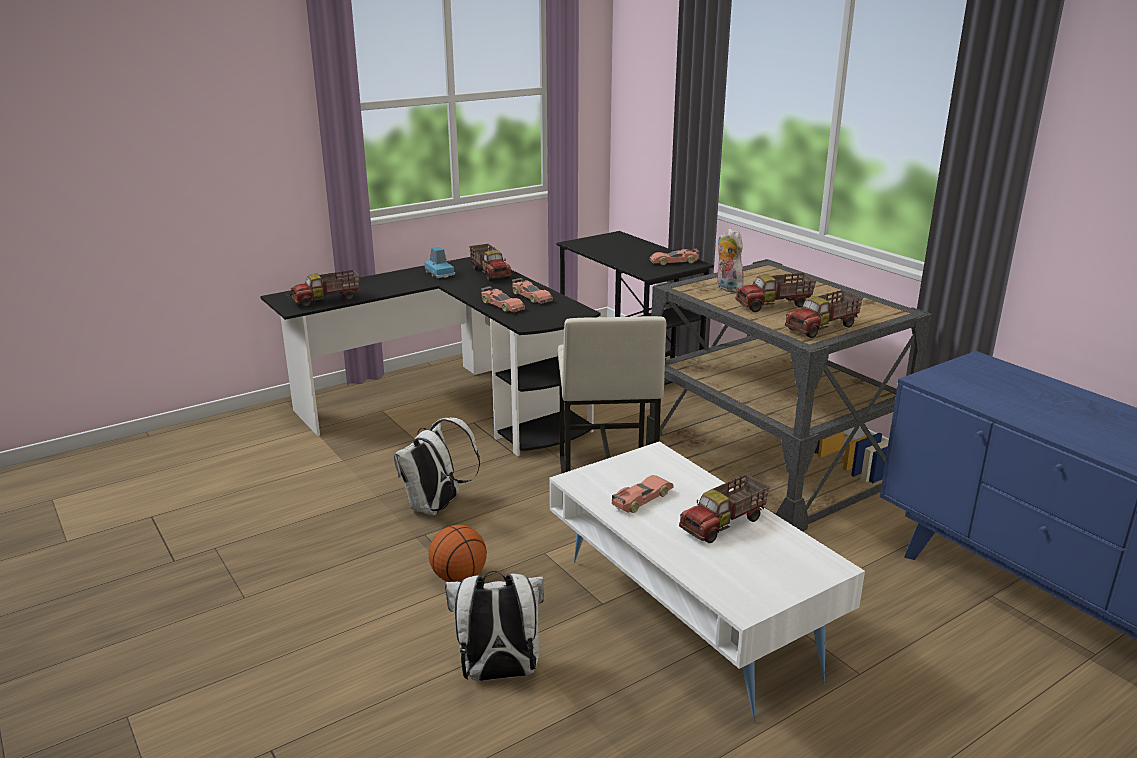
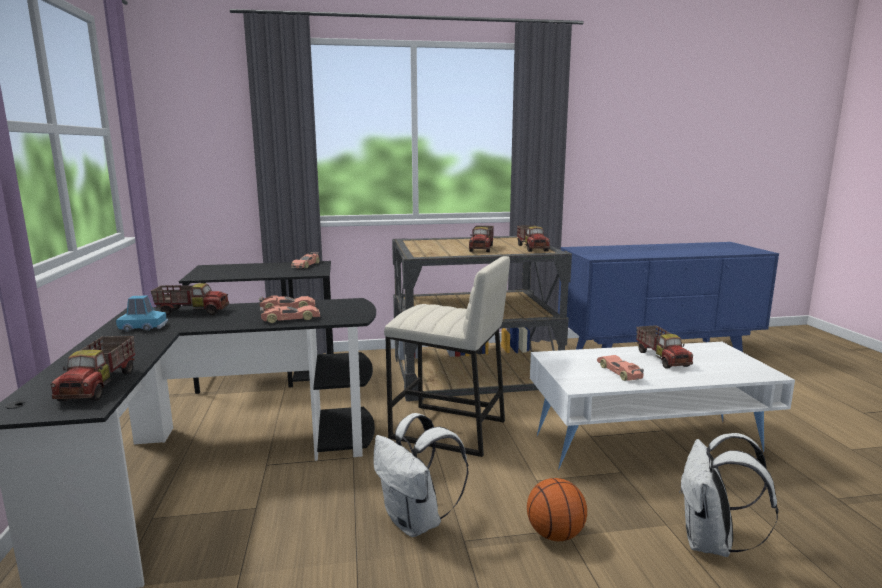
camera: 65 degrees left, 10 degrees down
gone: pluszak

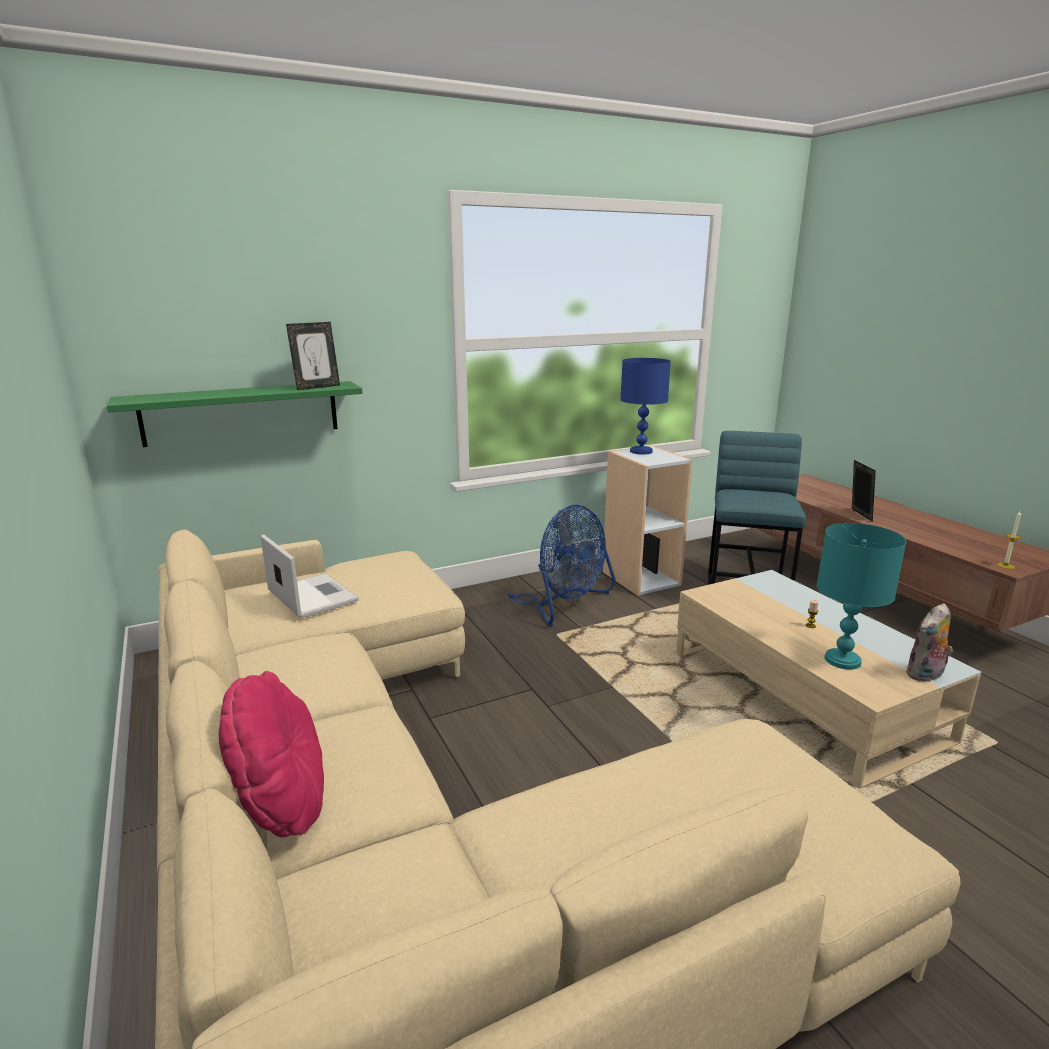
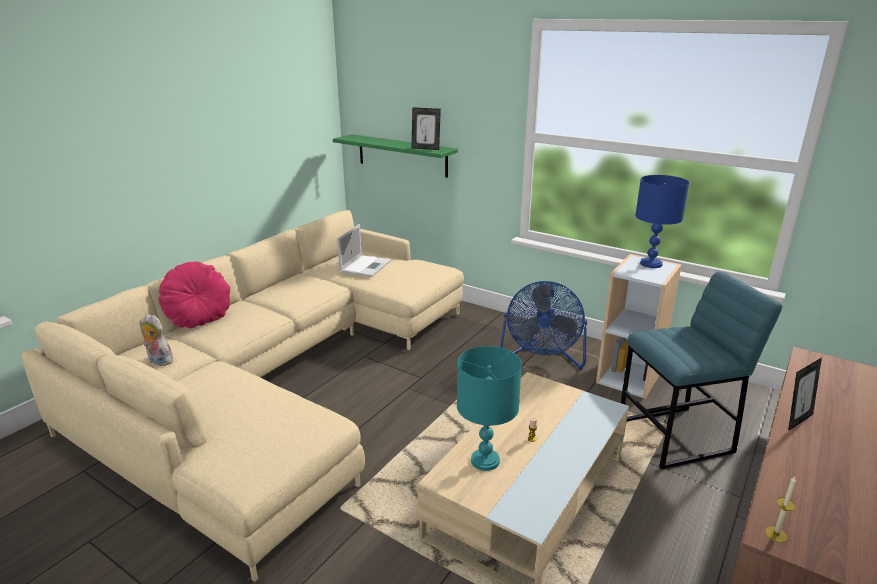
camera: 60 degrees right, 5 degrees up
shifted: pluszak

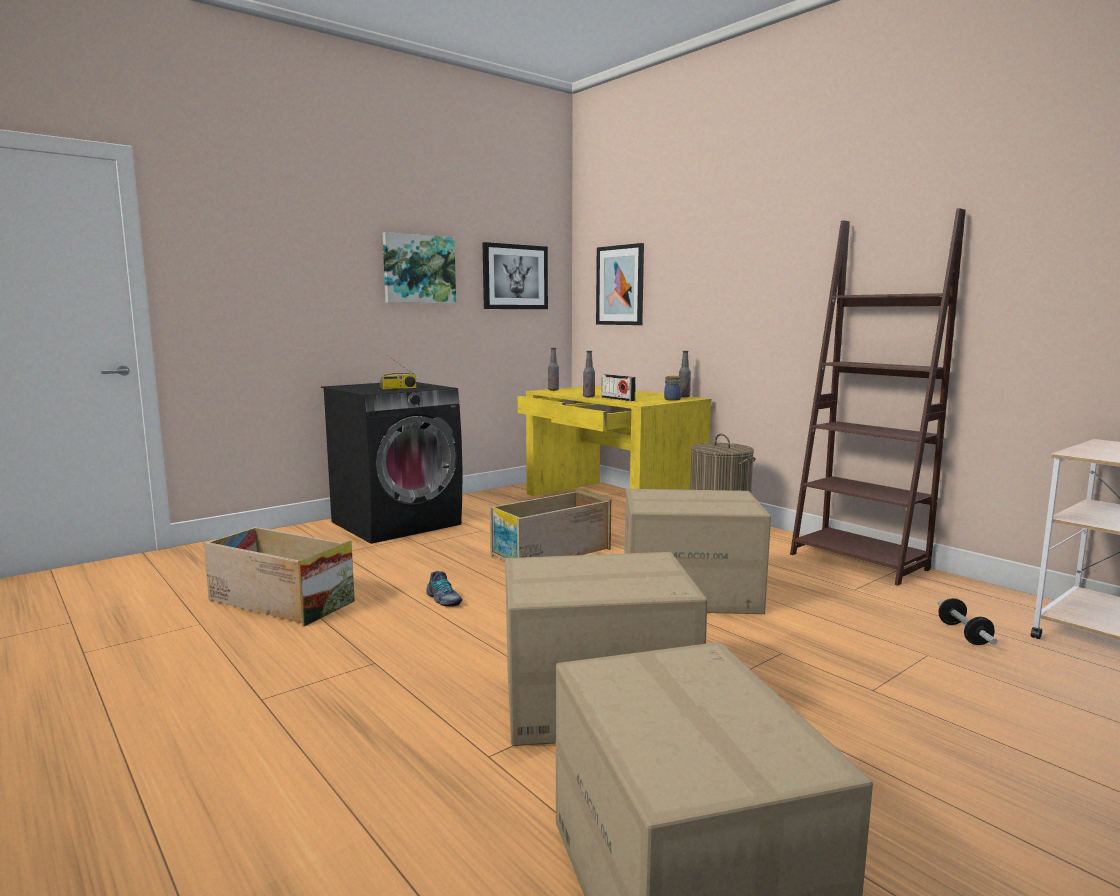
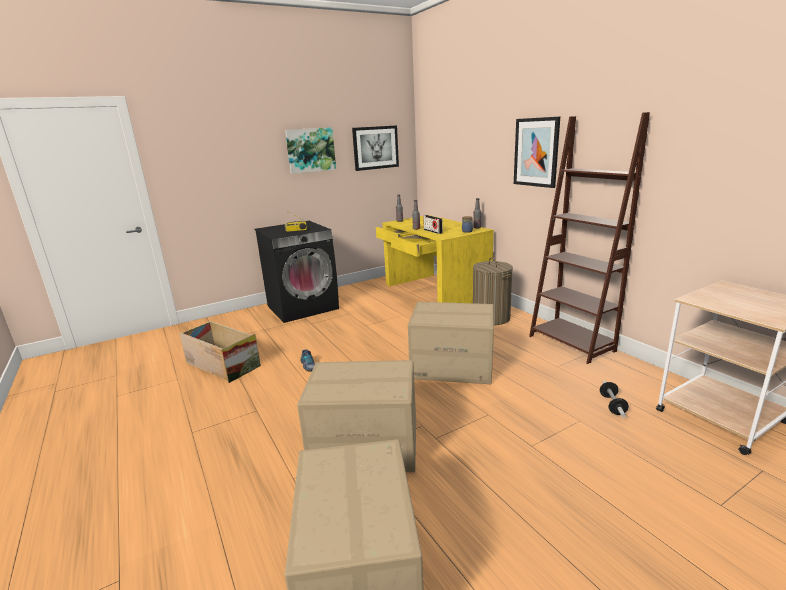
camera: 10 degrees right, 10 degrees up
gone: skrzynka (no. 2 from left)
shifted: obraz (no. 3 from left)

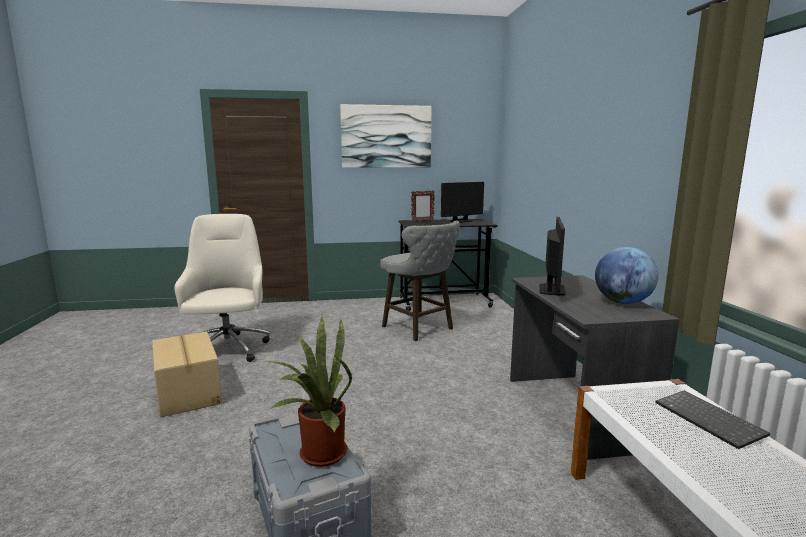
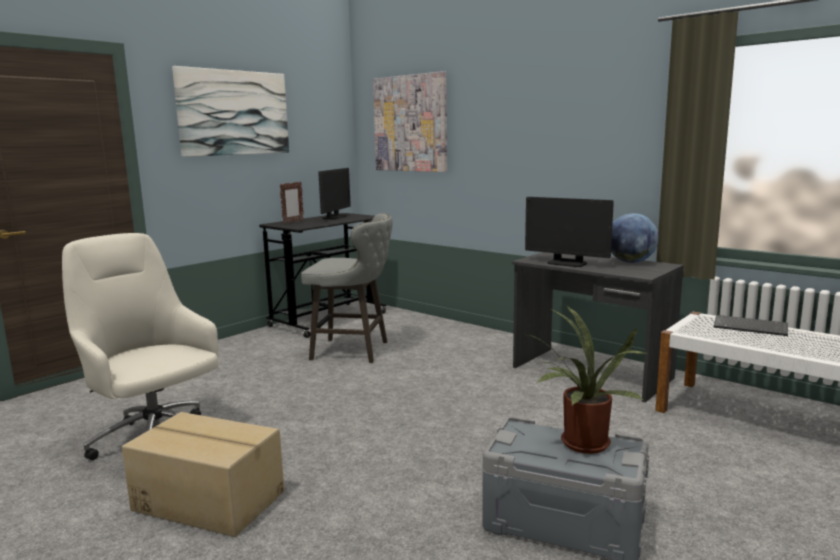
camera: 40 degrees left, 0 degrees up
new: obraz (no. 2 from left)
rotated: monitor (no. 2 from left) 150 degrees clockwise

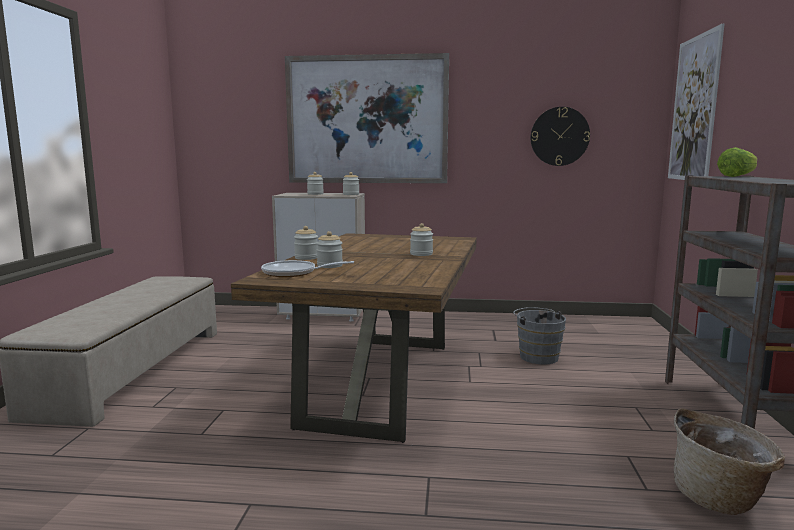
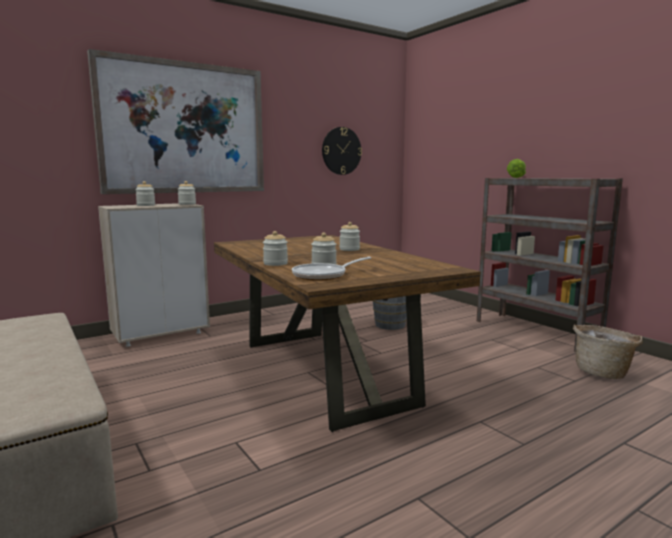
camera: 40 degrees left, 0 degrees up
gone: obraz (no. 2 from left)

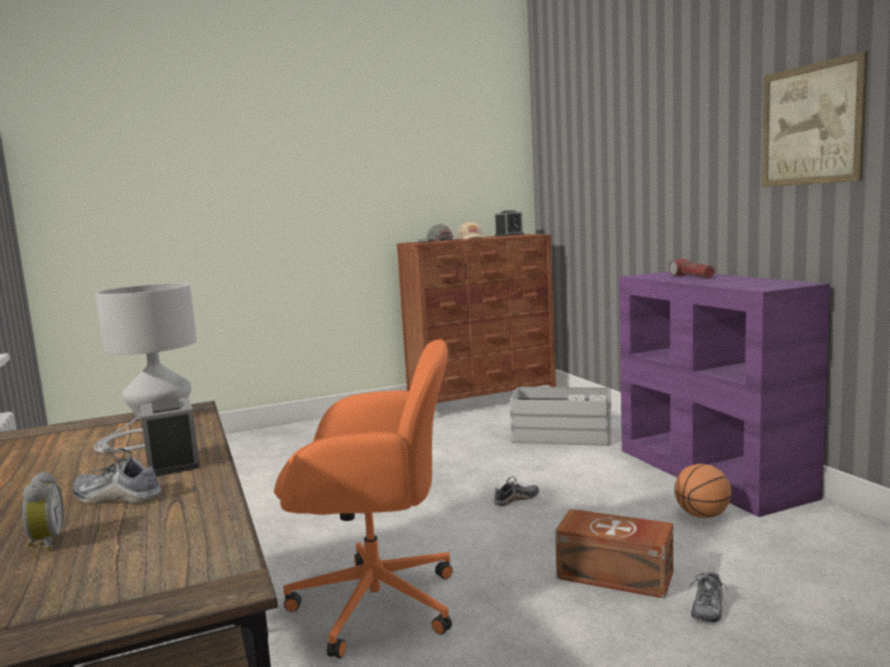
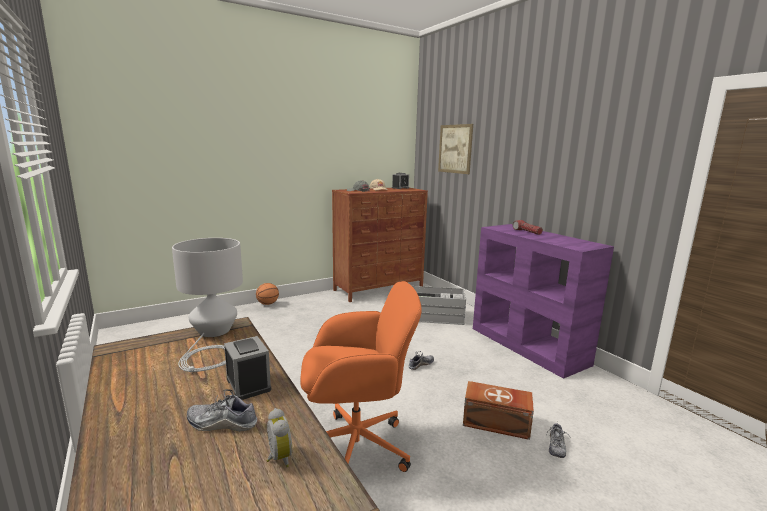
camera: 10 degrees left, 5 degrees up
shifted: budzik (no. 1 from left in the first image) to budzik (no. 2 from left); piłka do koszykówki; obraz

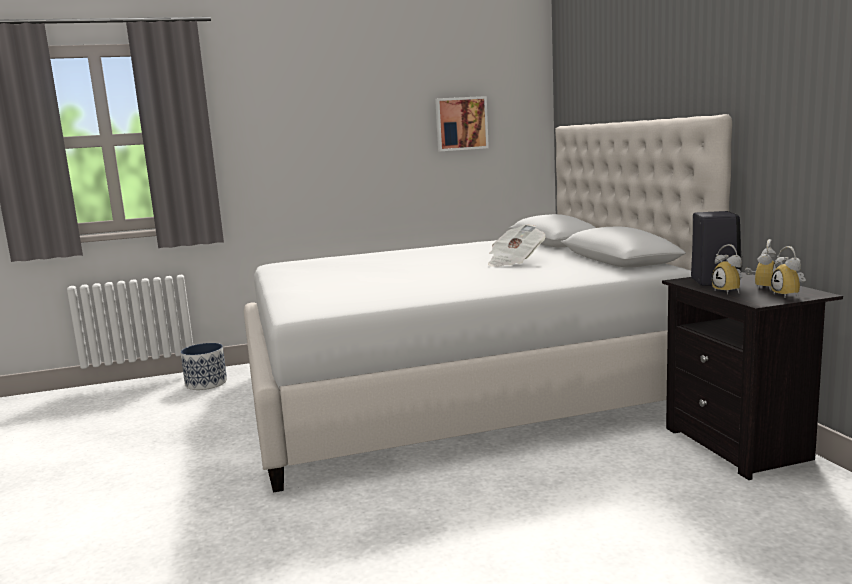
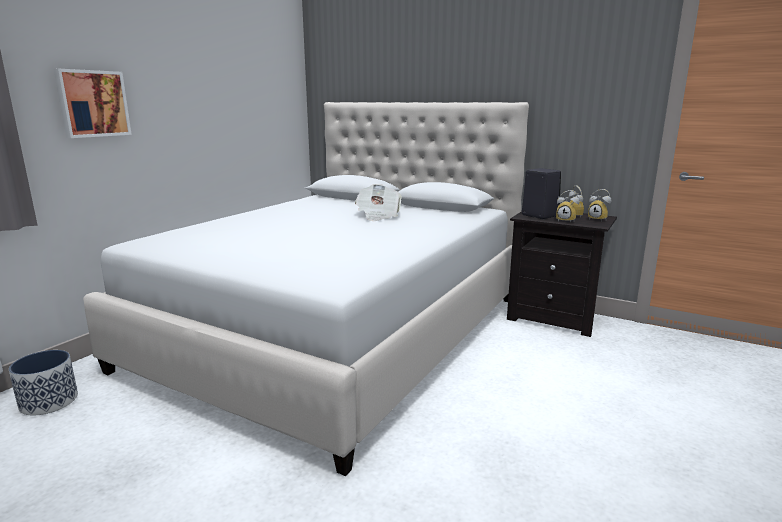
camera: 45 degrees left, 5 degrees up
shifted: obraz

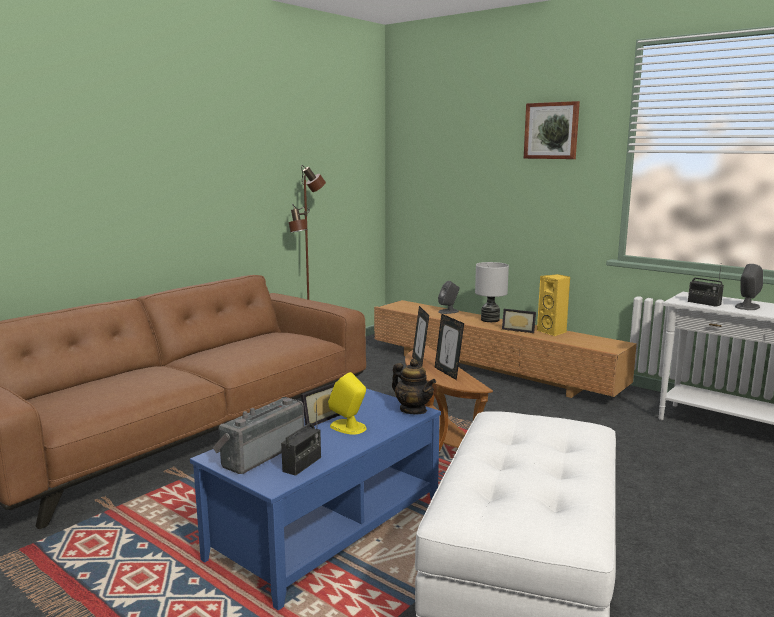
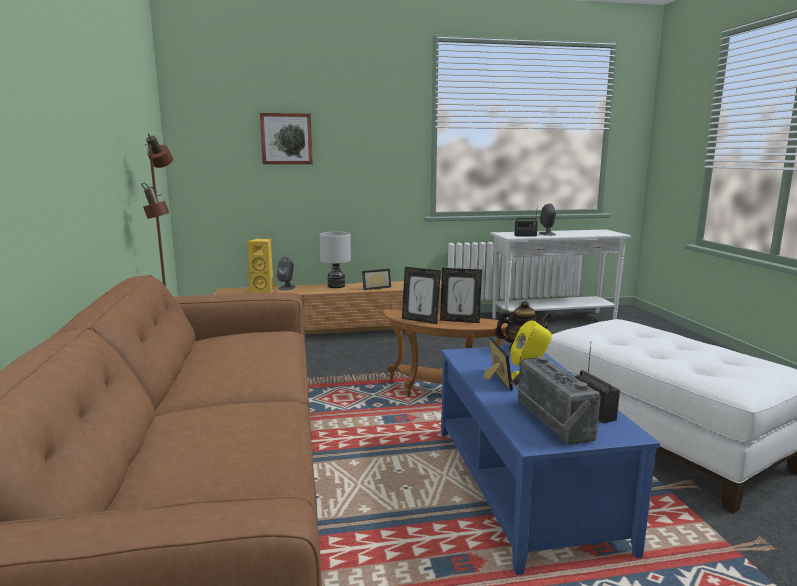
camera: 50 degrees left, 0 degrees up
shifted: obraz; głośnik (żółty) (no. 2 from left in the first image) to głośnik (żółty) (no. 1 from left)

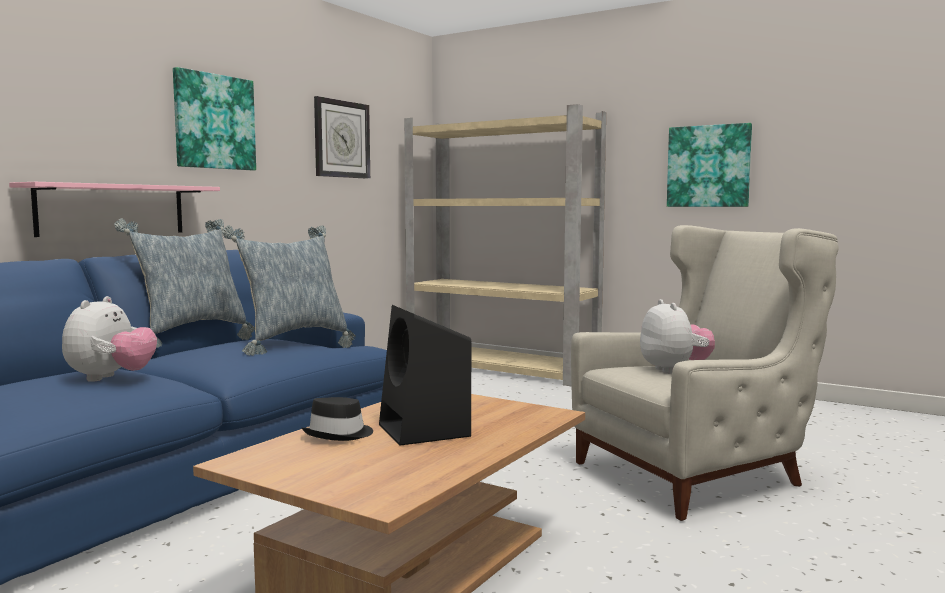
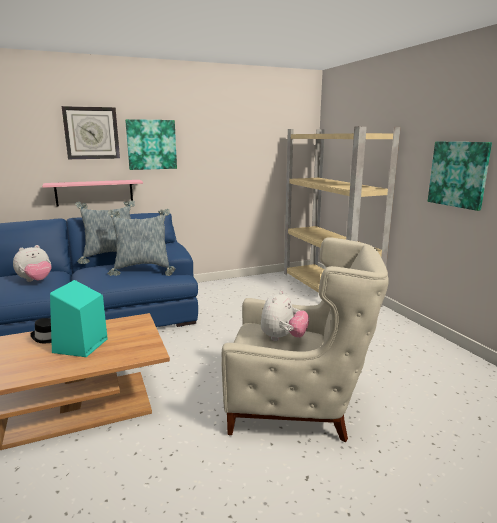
camera: 35 degrees right, 10 degrees up
shifted: zegar ścienny
repainted: głośnik (czarny) to głośnik (turkusowy)

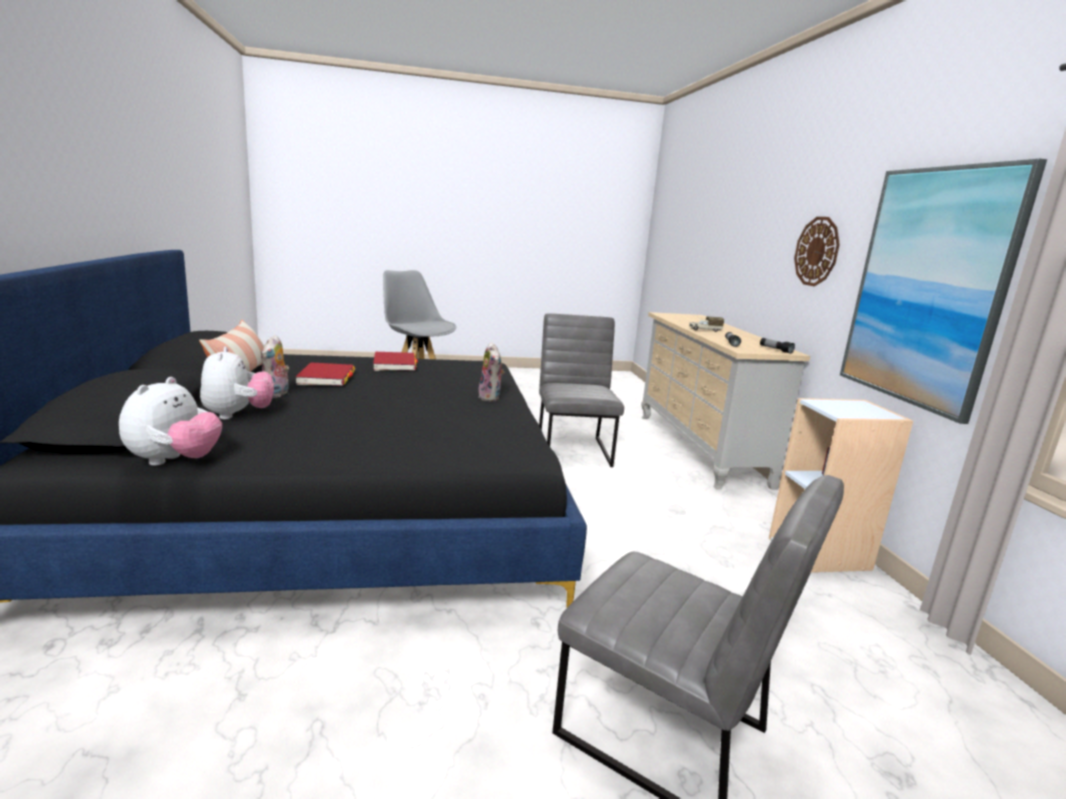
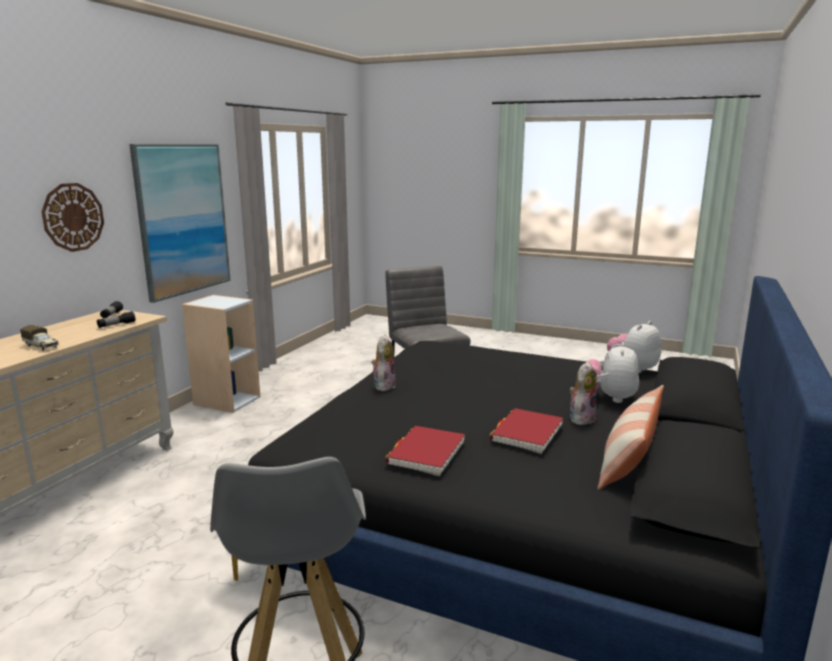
camera: 145 degrees left, 0 degrees up
gone: krzesło (szary) (no. 1 from left)

